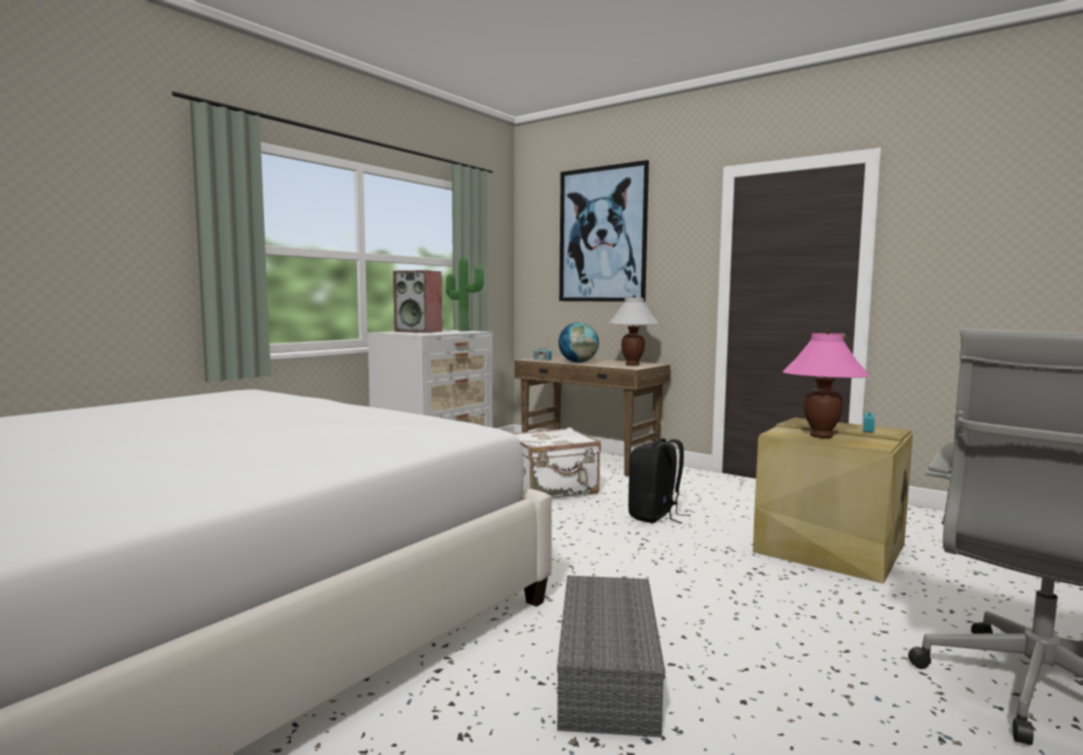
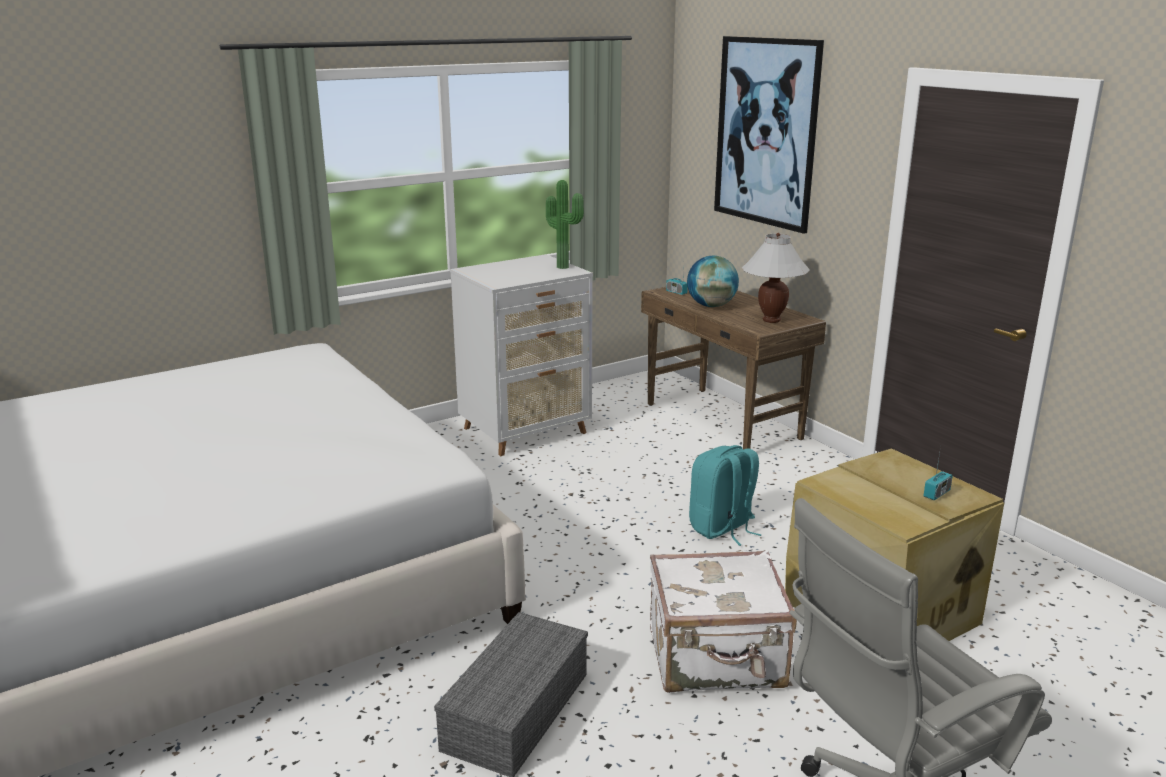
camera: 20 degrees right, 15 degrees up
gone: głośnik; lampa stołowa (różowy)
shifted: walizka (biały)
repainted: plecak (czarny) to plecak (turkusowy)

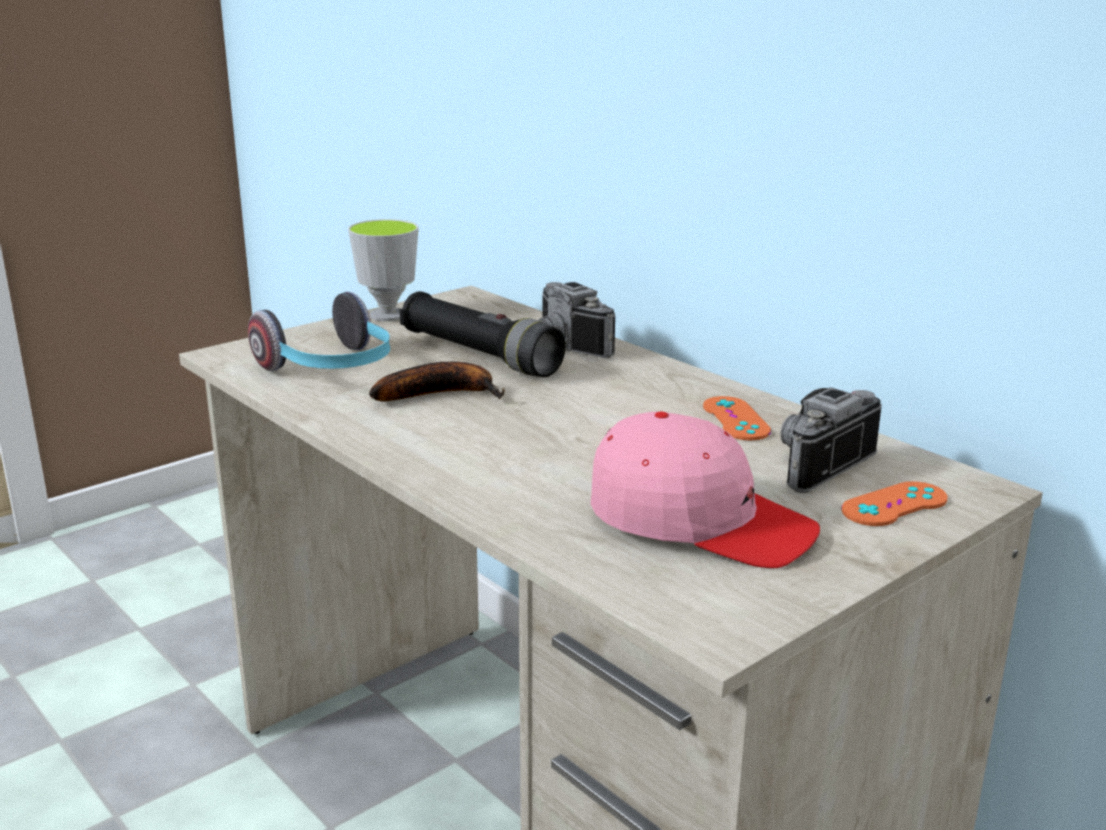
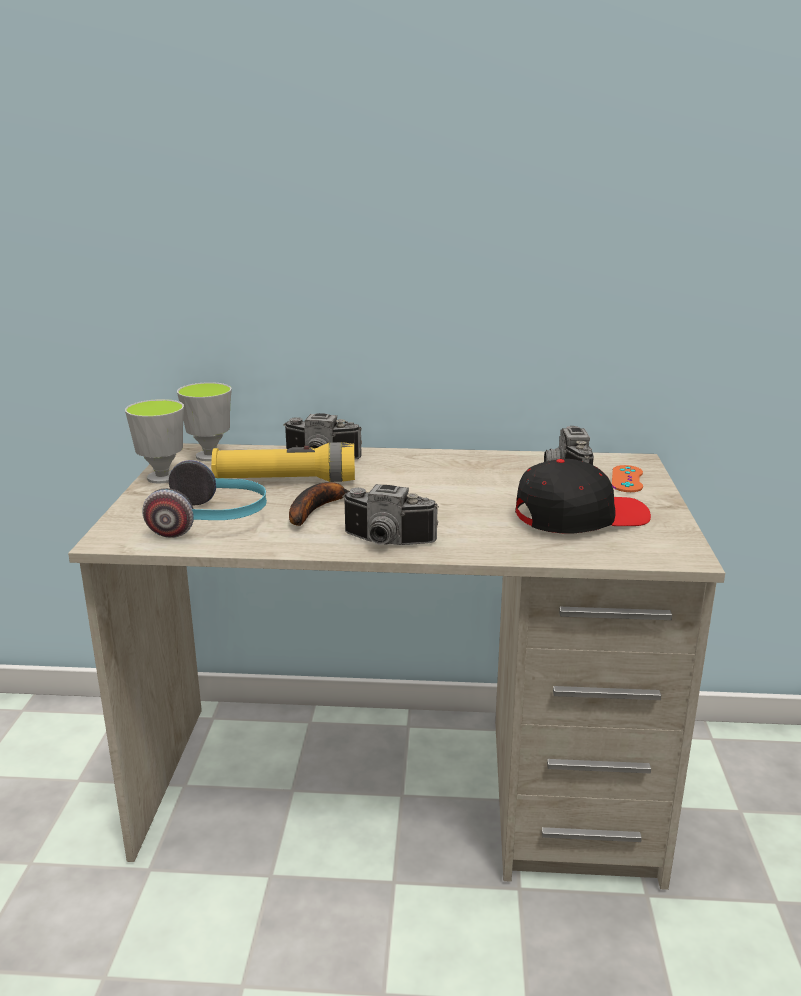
camera: 45 degrees left, 0 degrees up
gone: pad do gier (pomarańczowy) (no. 1 from left)
new: filiżanka (no. 2 from left); aparat fotograficzny (no. 2 from left)
repainted: latarka (czarny) to latarka (żółty); czapka z daszkiem (różowy) to czapka z daszkiem (czarny)

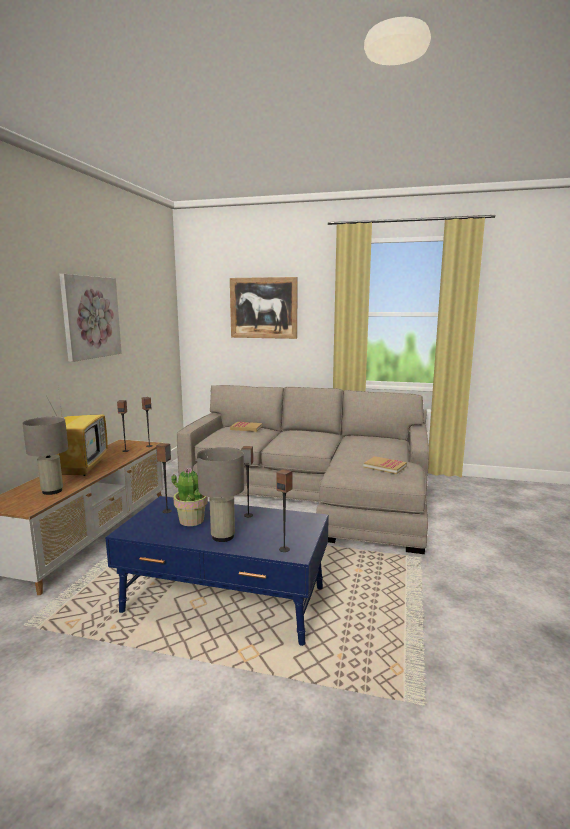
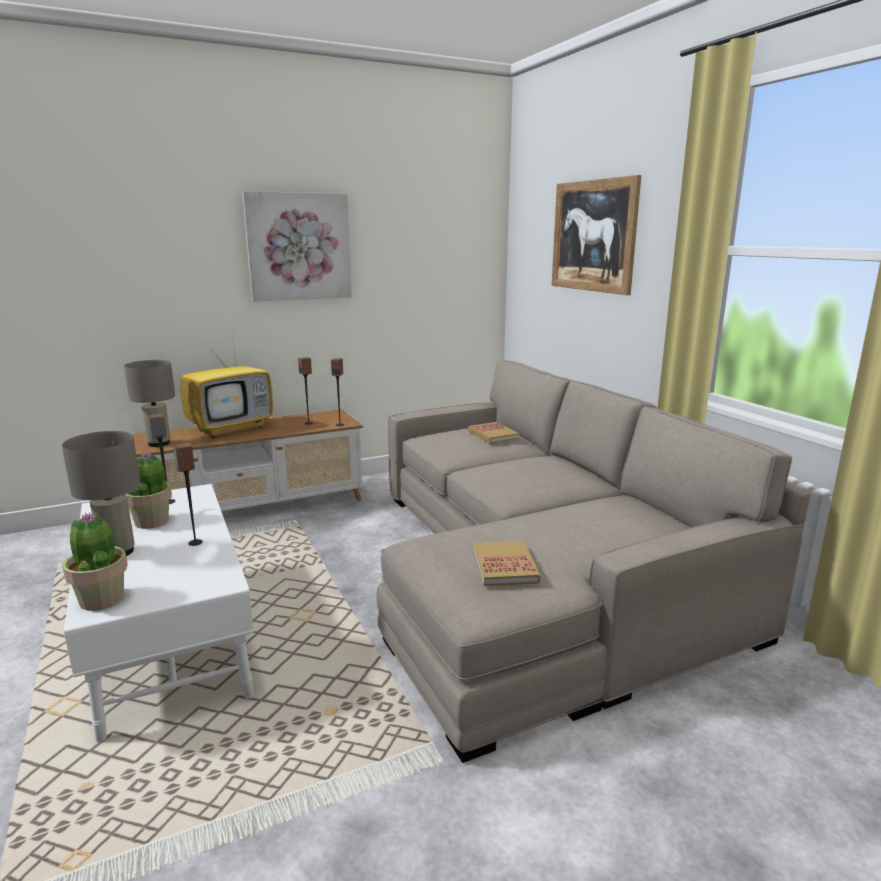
camera: 50 degrees right, 5 degrees up
swapped: głośnik (no. 5 from left) to roślina doniczkowa (no. 1 from left)
repainted: ława (niebieski) to ława (biały)

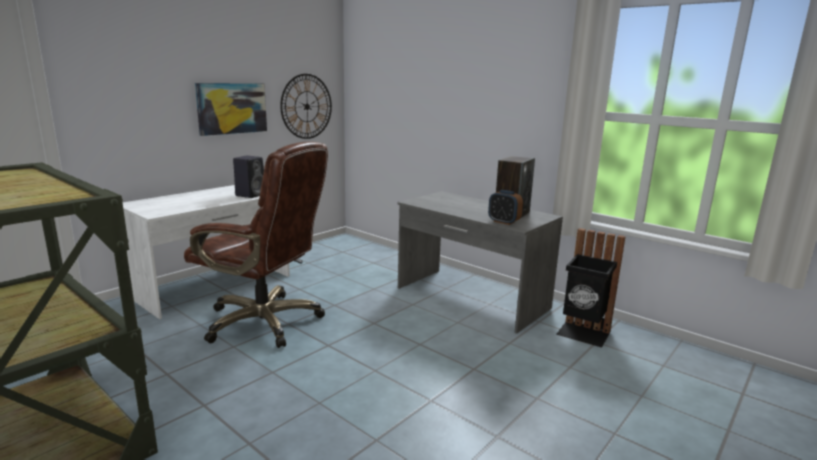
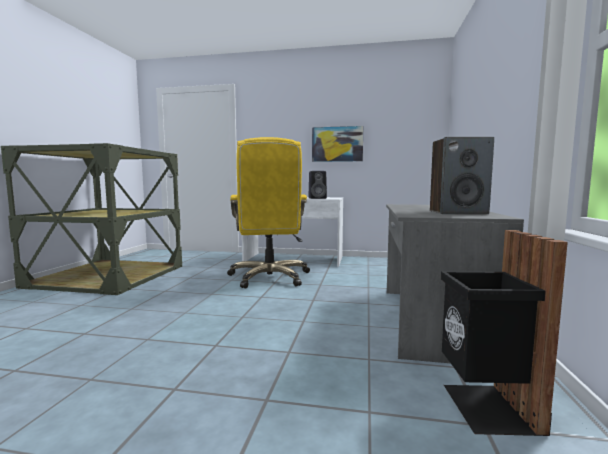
camera: 60 degrees right, 10 degrees down
gone: zegar ścienny; budzik
repainted: krzesło biurowe (brązowy) to krzesło biurowe (żółty)

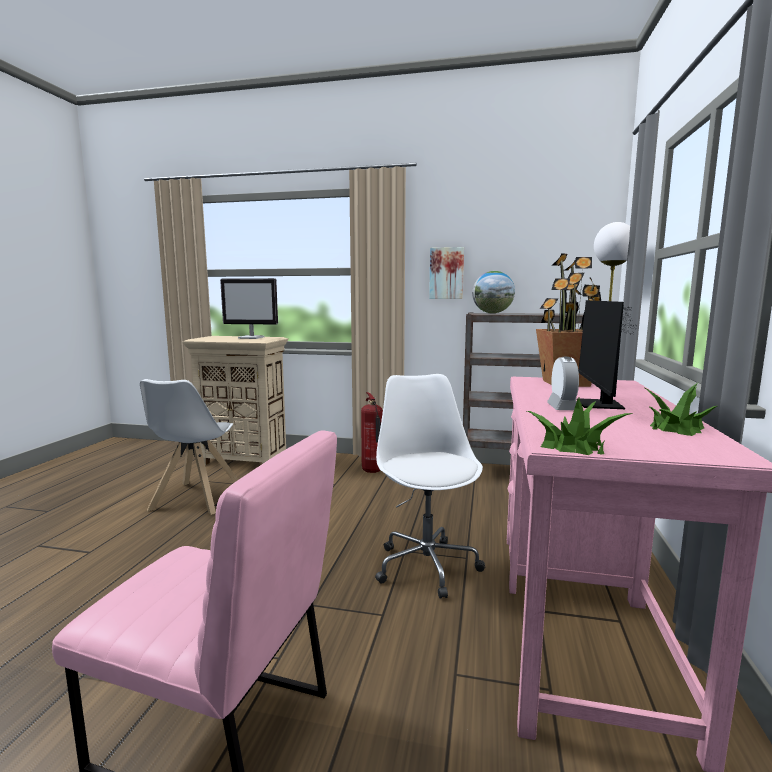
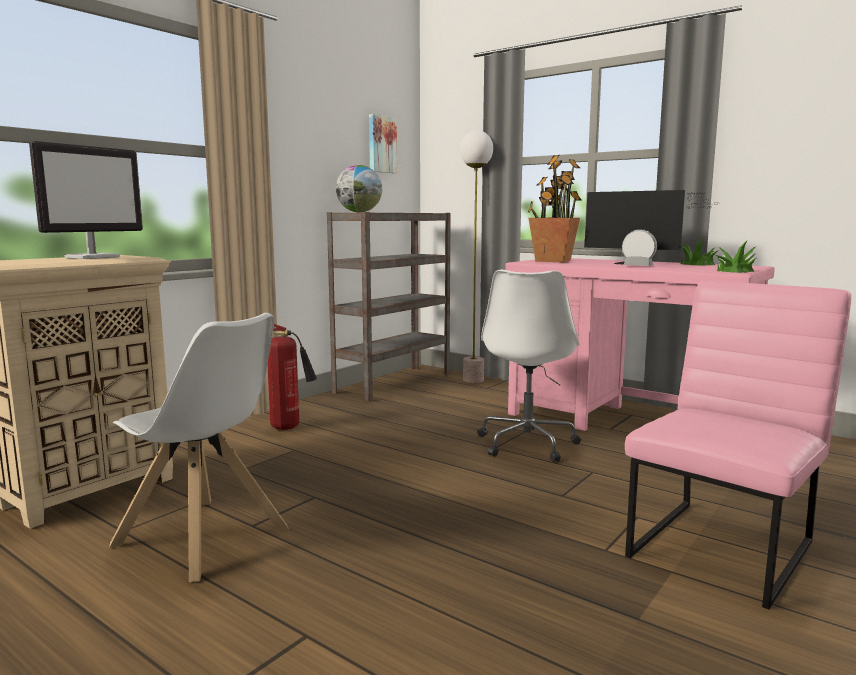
camera: 65 degrees left, 0 degrees up
shifted: obraz
rotated: krzesło biurowe (biały) 90 degrees counterclockwise

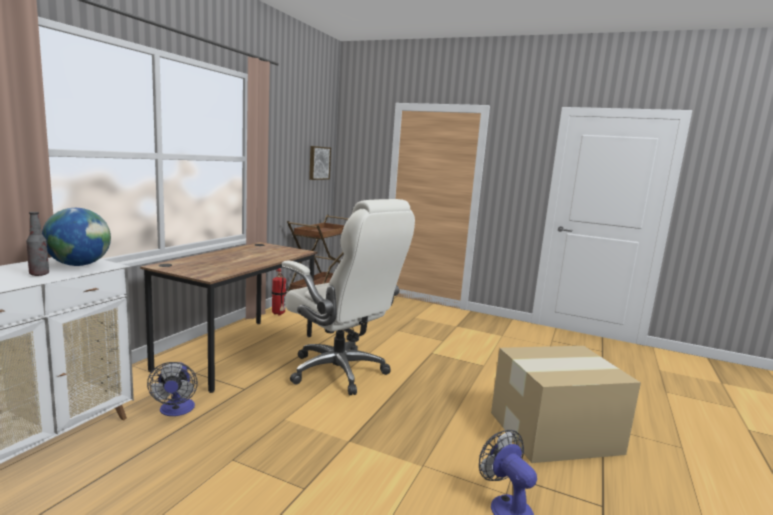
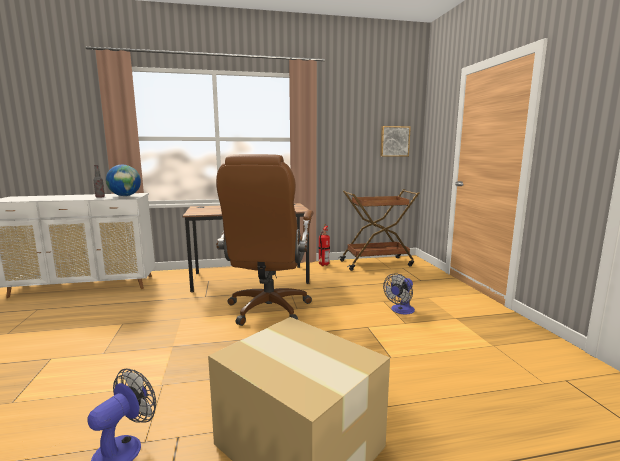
camera: 55 degrees right, 0 degrees up
shifted: wentylator (no. 1 from left in the first image) to wentylator (no. 2 from left)
repainted: krzesło biurowe (biały) to krzesło biurowe (brązowy)

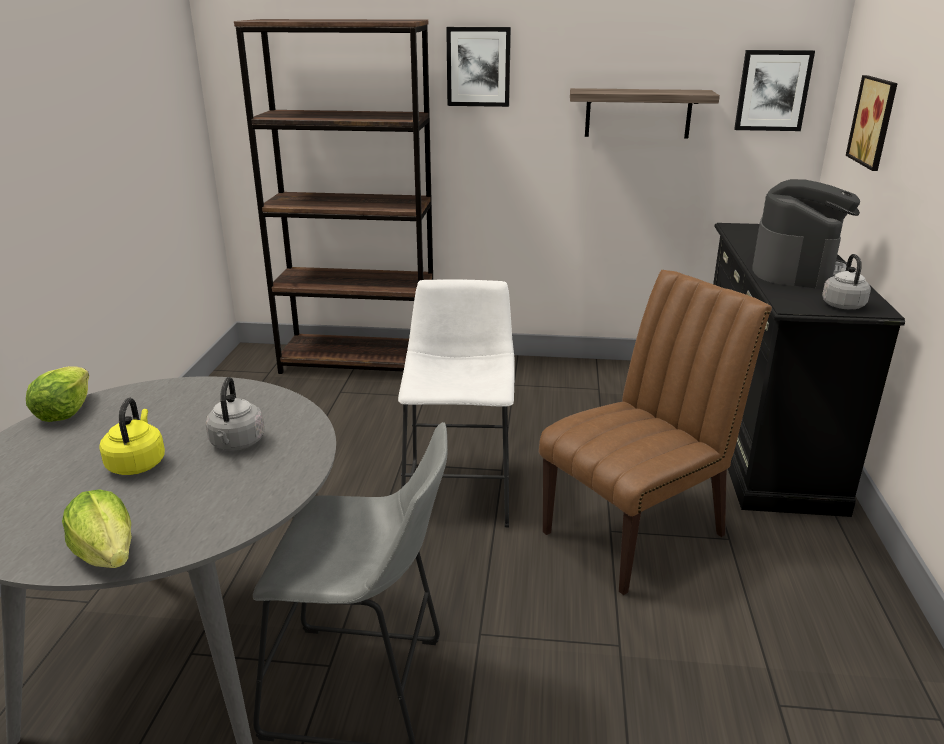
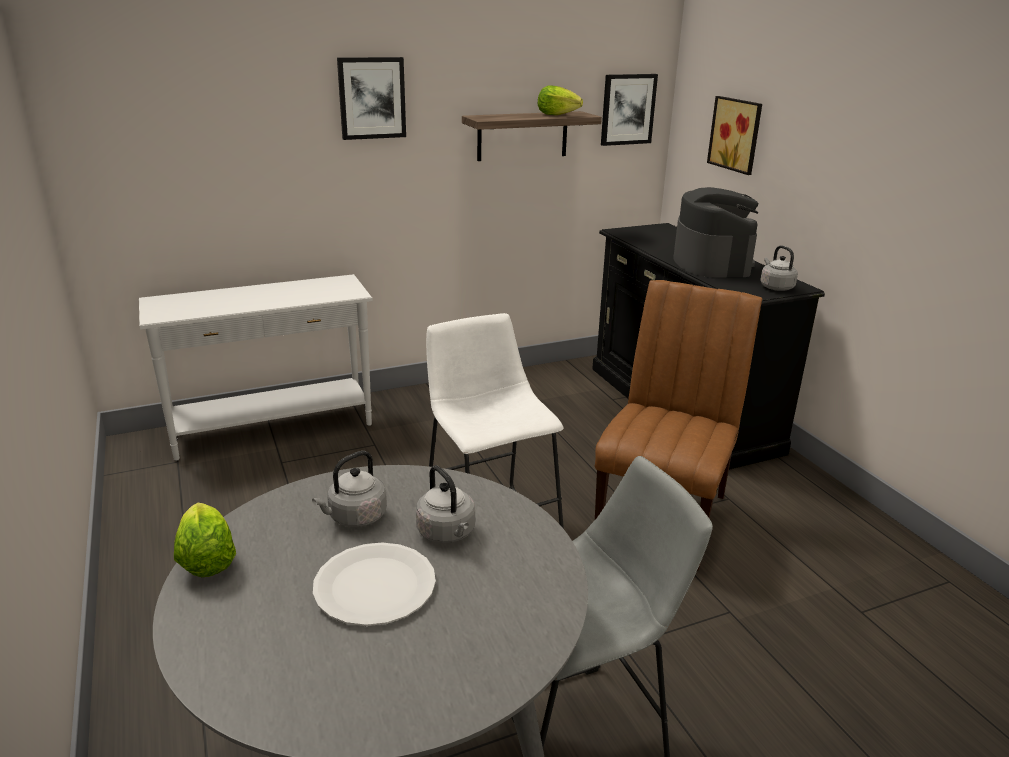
camera: 30 degrees left, 0 degrees up
new: czajnik (szary) (no. 1 from left)
shifted: sałata (no. 2 from left)
swapped: czajnik (żółty) to talerz (biały); regał (brązowy) to stolik konsolowy (biały)

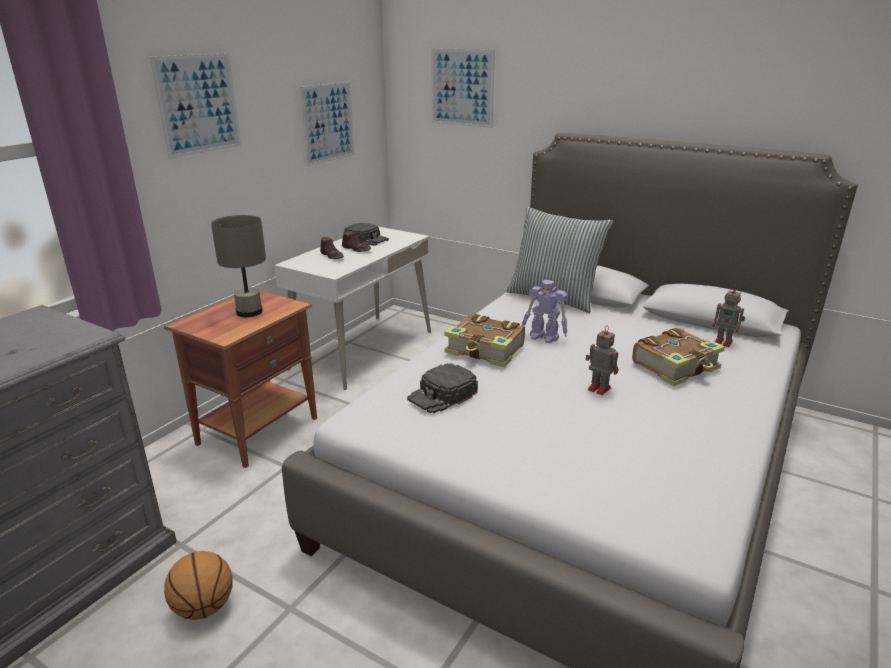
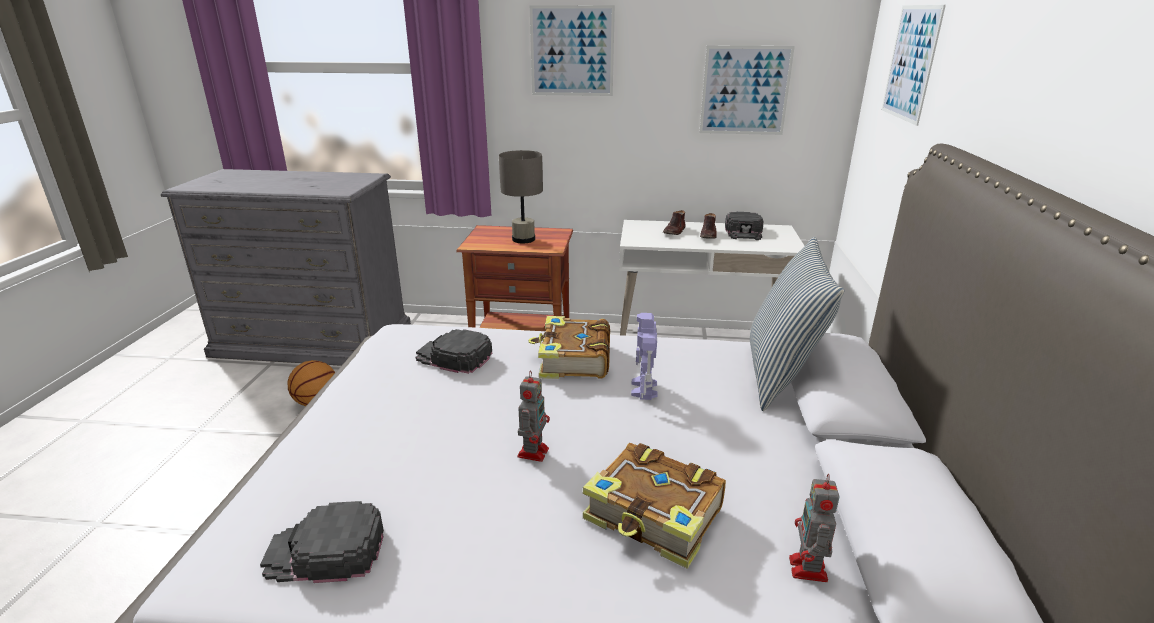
camera: 65 degrees right, 0 degrees up
new: czapka z daszkiem (czarny) (no. 1 from left)

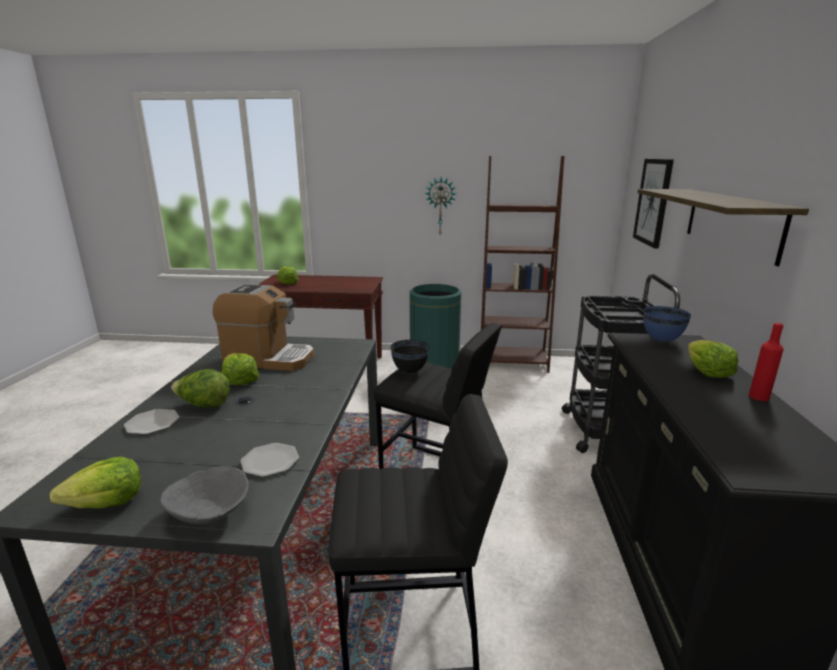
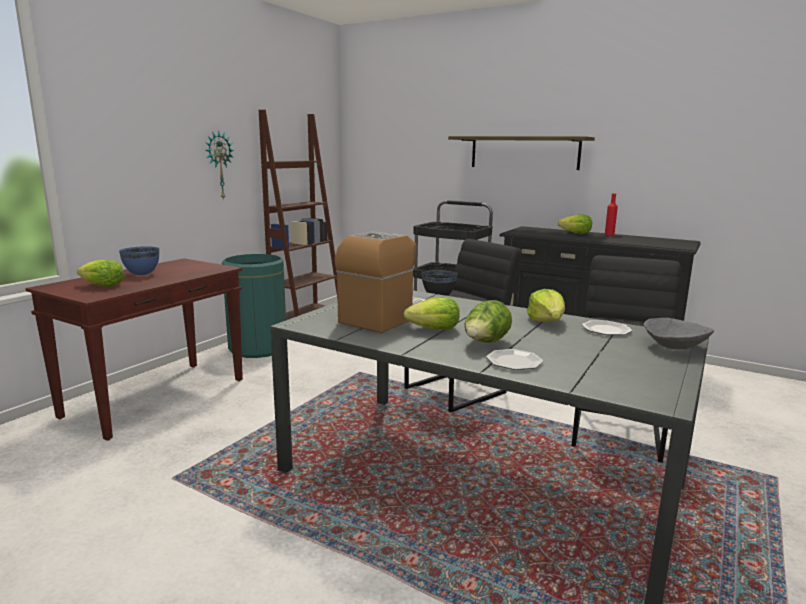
camera: 65 degrees left, 5 degrees down
gone: obraz
shifted: sałata (no. 1 from left in the first image) to sałata (no. 4 from left); miska (niebieski)

